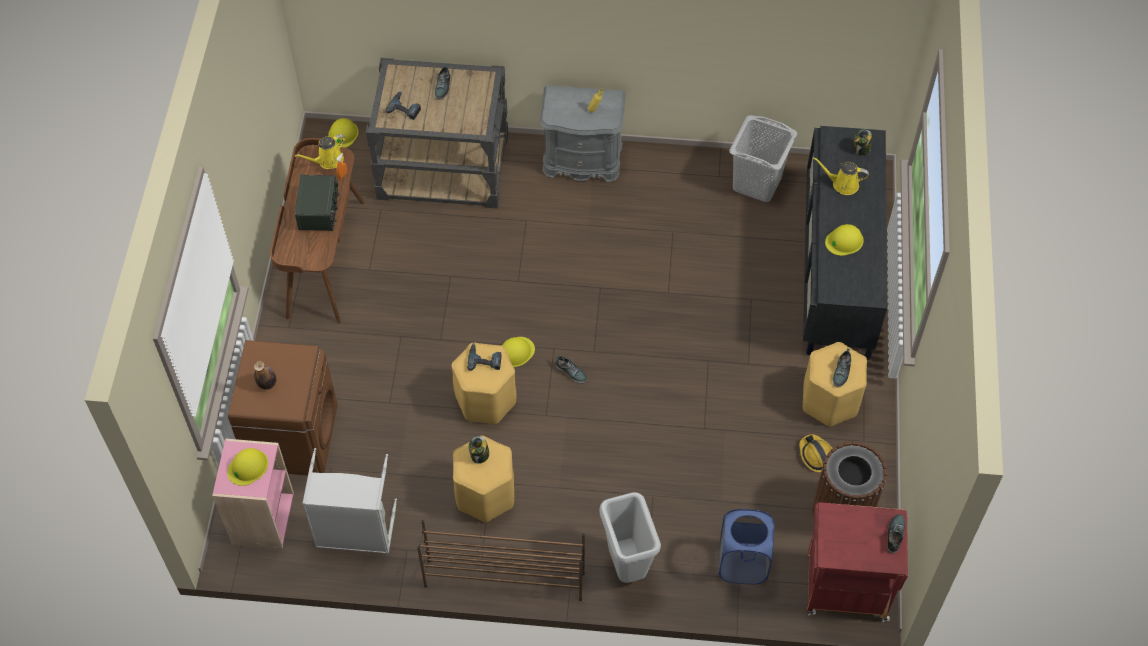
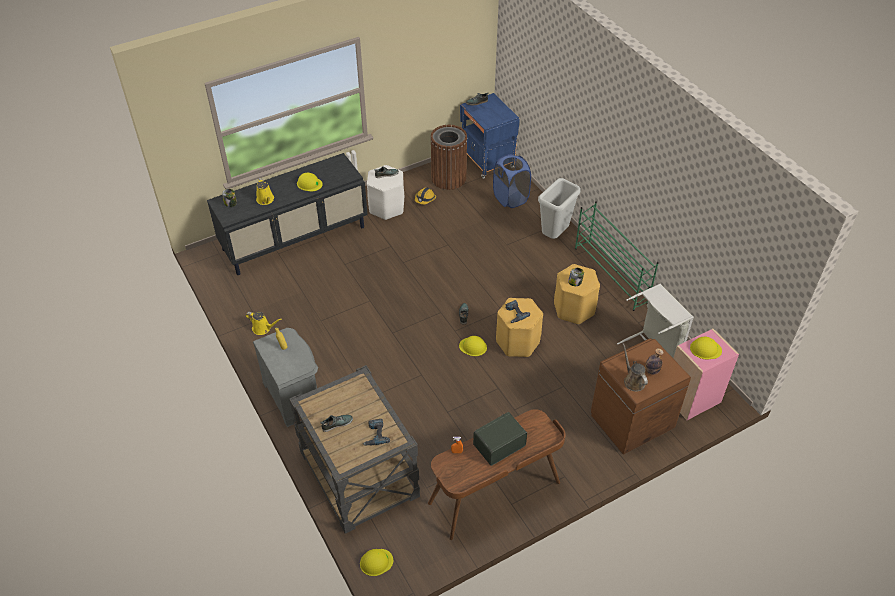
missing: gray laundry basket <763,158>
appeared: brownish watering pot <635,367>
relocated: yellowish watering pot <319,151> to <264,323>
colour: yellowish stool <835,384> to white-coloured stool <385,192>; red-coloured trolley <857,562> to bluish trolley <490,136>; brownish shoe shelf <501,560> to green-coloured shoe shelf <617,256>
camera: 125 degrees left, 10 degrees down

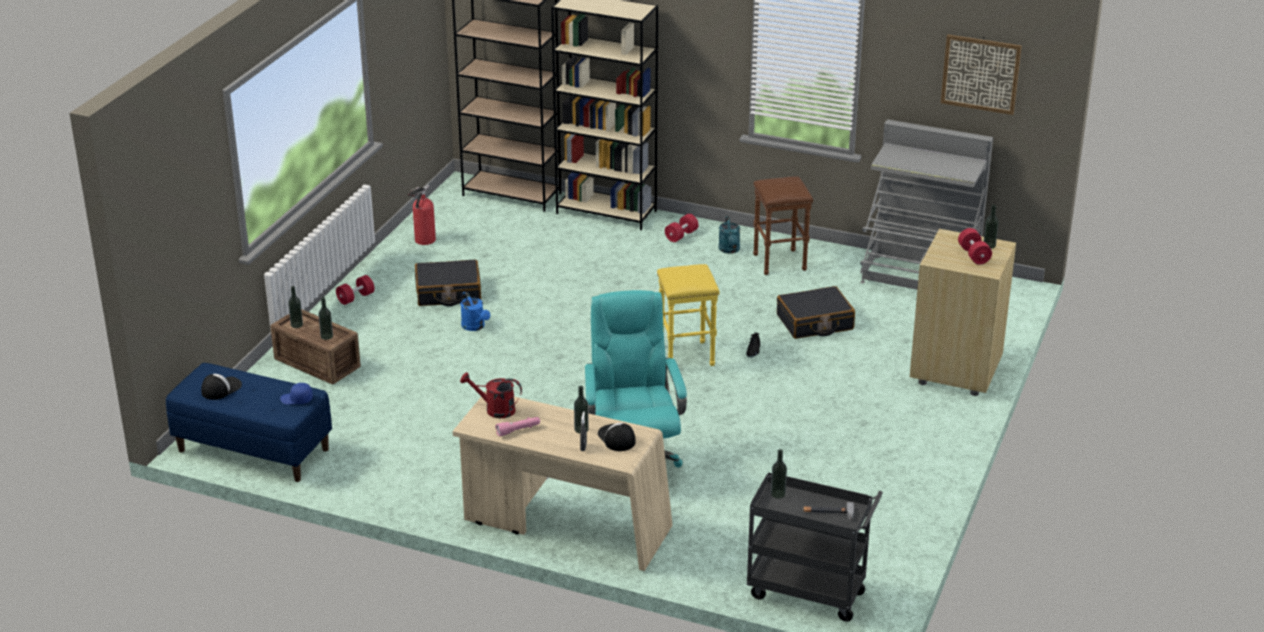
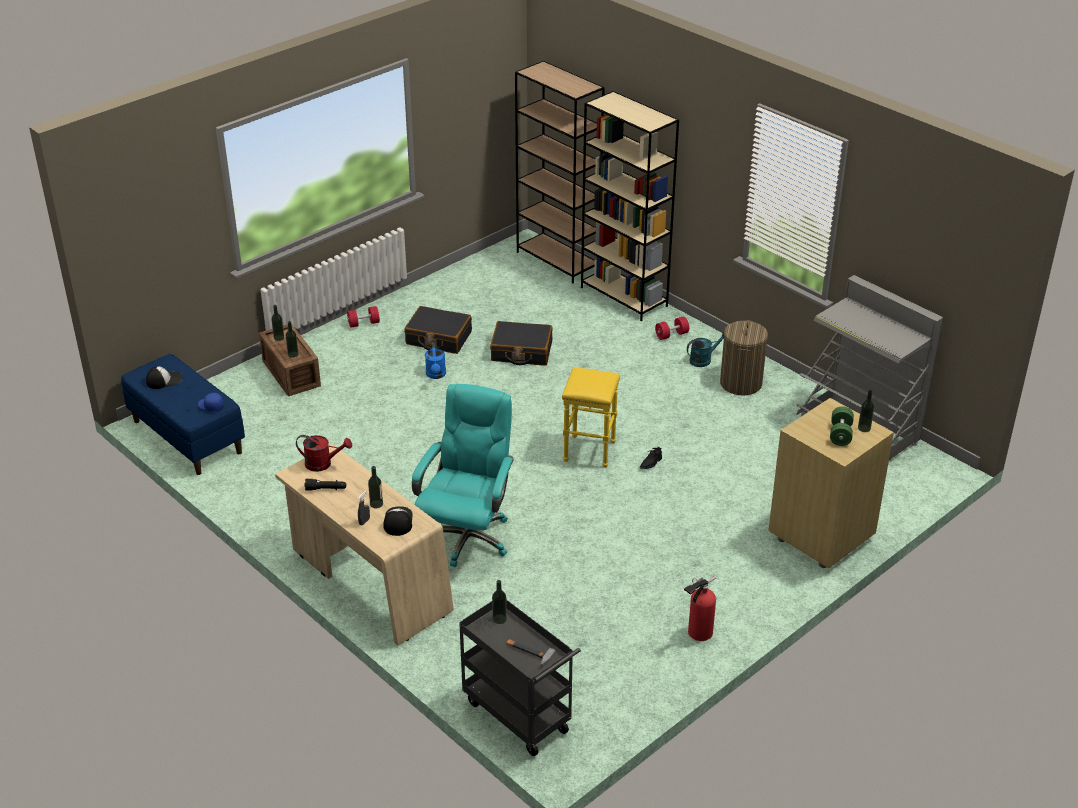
missing: picture <981,74>
relocated: black-coloured travel case <816,312> to <521,343>; extinguisher <422,215> to <700,608>
exchanged: brownish stool <783,225> to laundry basket <744,357>
colour: pinkish torch <517,426> to black-coloured torch <325,485>; red-coloured dumbbell <975,246> to green-coloured dumbbell <842,426>
spun: red-coloured watering pot <491,395> = <324,453> 150 degrees clockwise; blue-green watering pot <729,235> = <705,349> 135 degrees counterclockwise
camera: 25 degrees right, 5 degrees up

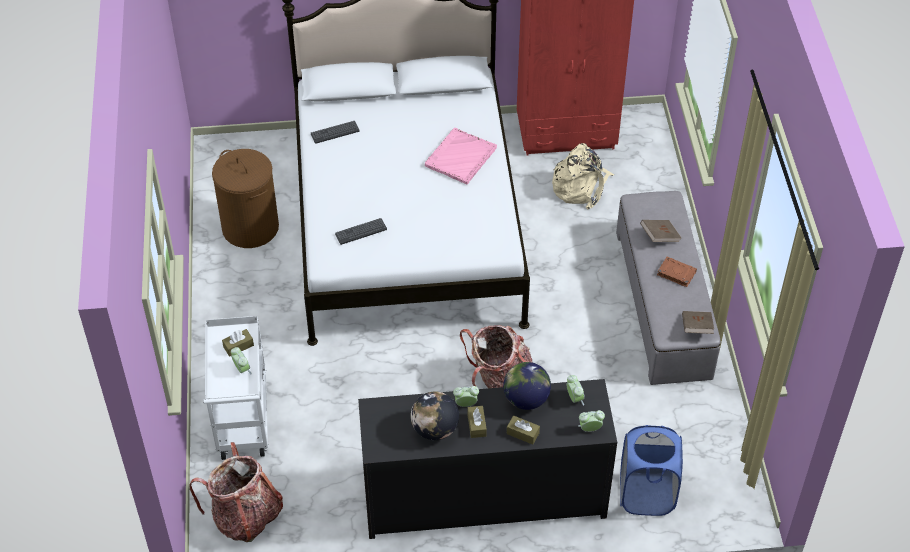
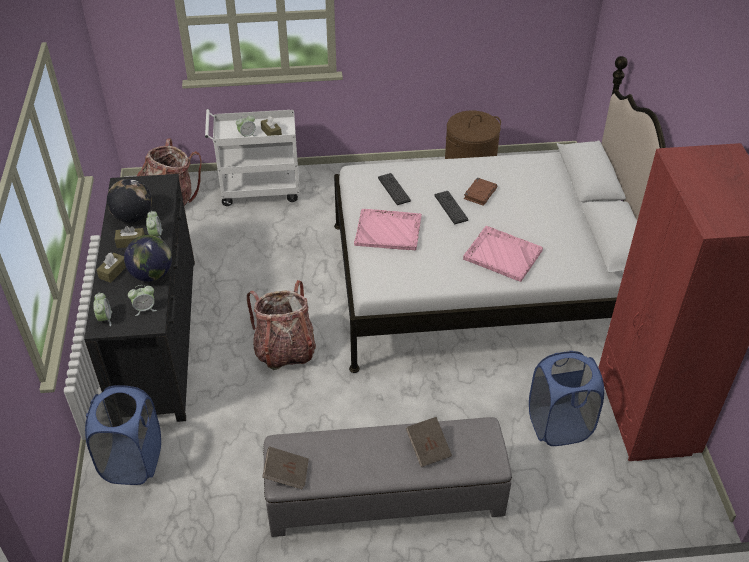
appeared: pinkish carrying tray <388,229>
relocated: PC keyboard <335,132> to <451,207>; brownish book <677,272> to <480,191>
exchanged: beige rucksack <583,176> to bluish laundry basket <566,398>
camera: 90 degrees right, 5 degrees down

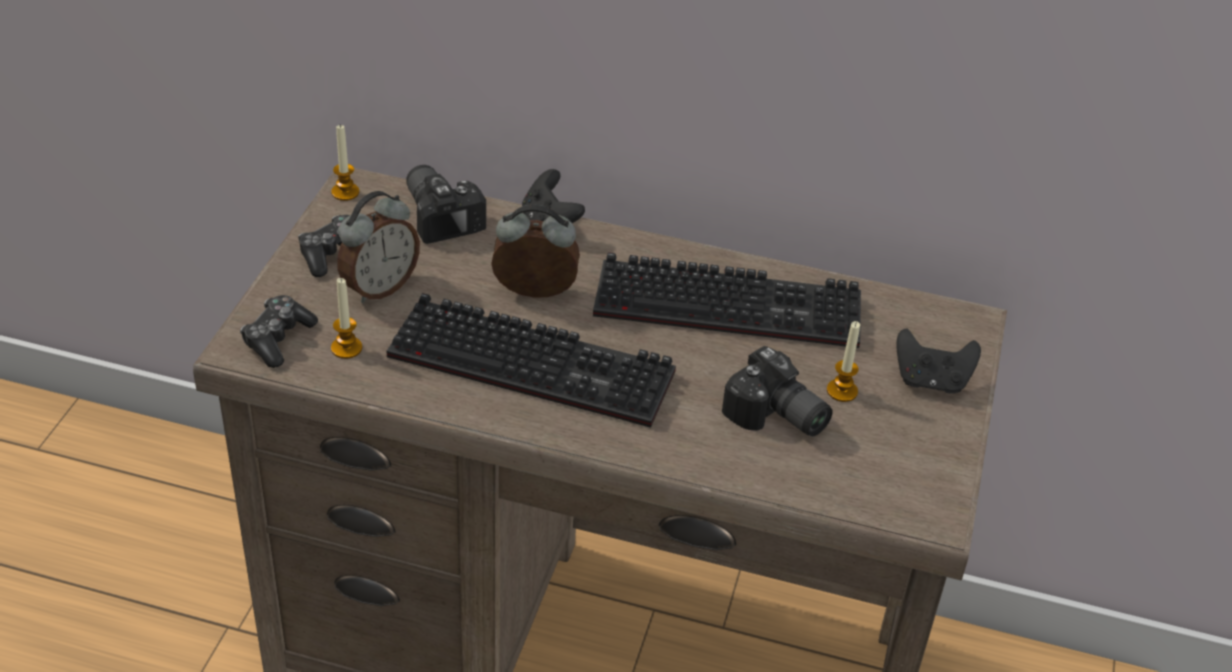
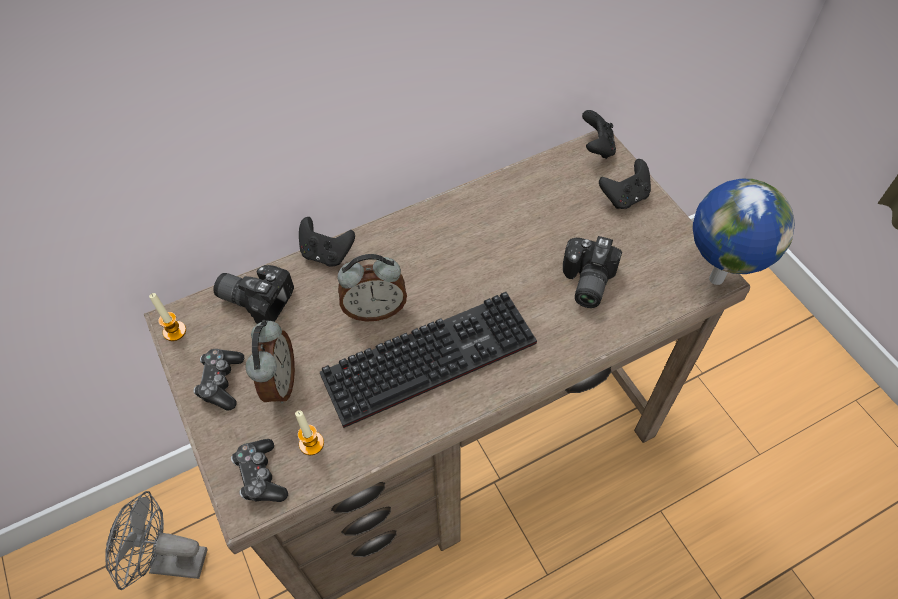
missing: PC keyboard <727,300>; candle <843,361>
appeared: gray electric fan <156,540>; black-coloured gamepad <599,134>; globe <744,232>
spun: table clock <535,251> = <372,287> 150 degrees counterclockwise; still camera <777,391> = <592,272> 105 degrees clockwise
camera: 40 degrees left, 15 degrees up

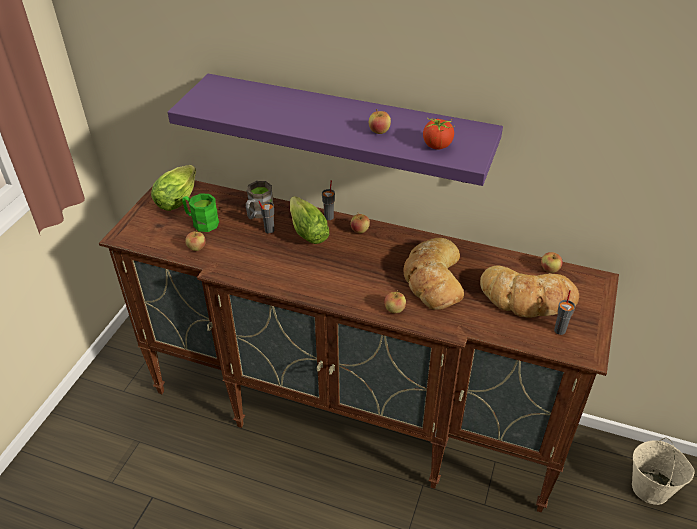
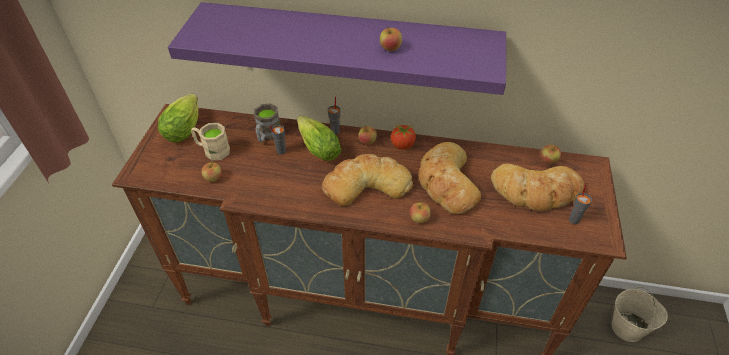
appeared: bakery bread <367,180>
relocated: tomato <439,134> to <404,136>
colour: green-coloured mug <200,212> to beige mug <210,141>
camera: 10 degrees left, 5 degrees up

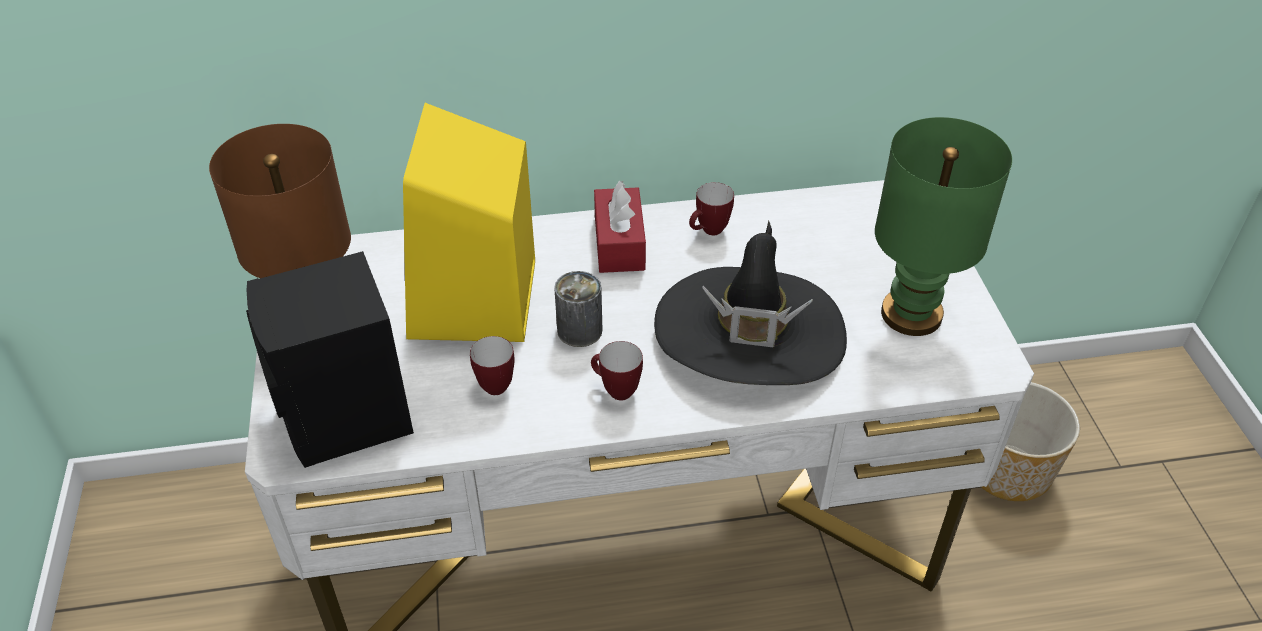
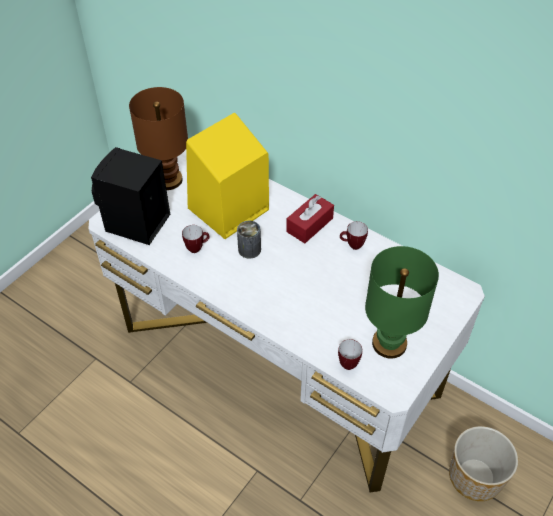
missing: black-coloured clothing hat <750,302>
relocated: mug <617,371> to <350,354>
camera: 45 degrees right, 5 degrees up

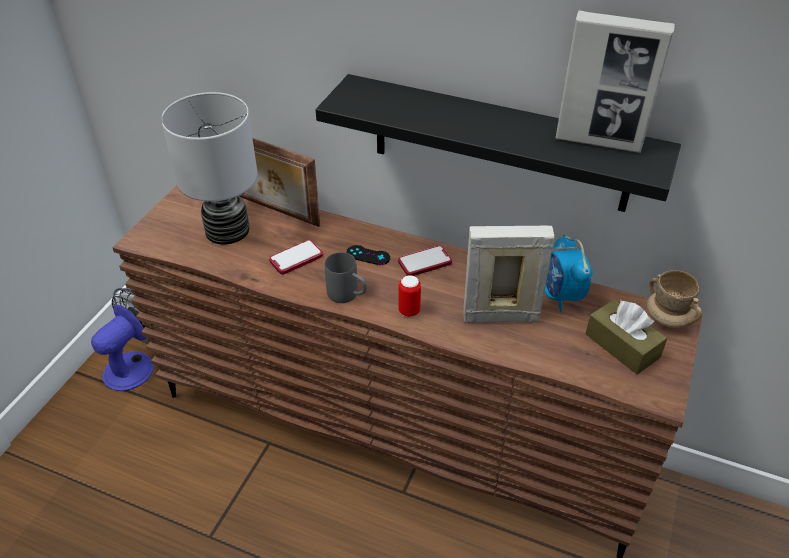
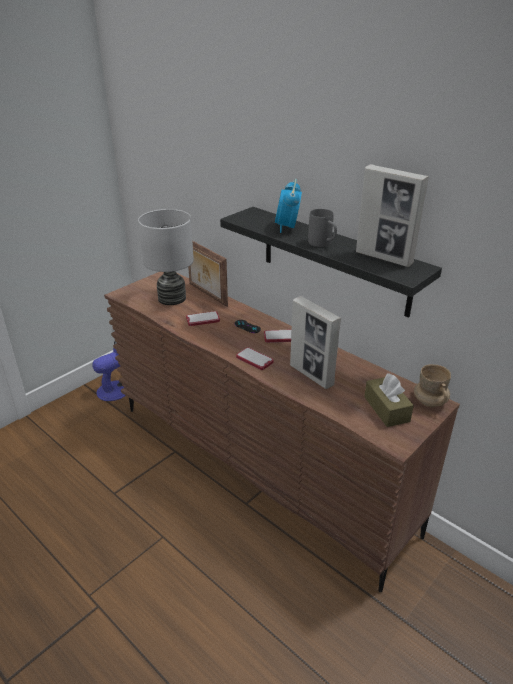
relocated: table clock <568,273> to <288,206>; gray mug <346,277> to <322,228>
exchanged: can <409,296> to telephone <255,358>
spun: picture frame <509,274> = <315,342> 150 degrees counterclockwise
camera: 20 degrees right, 10 degrees down

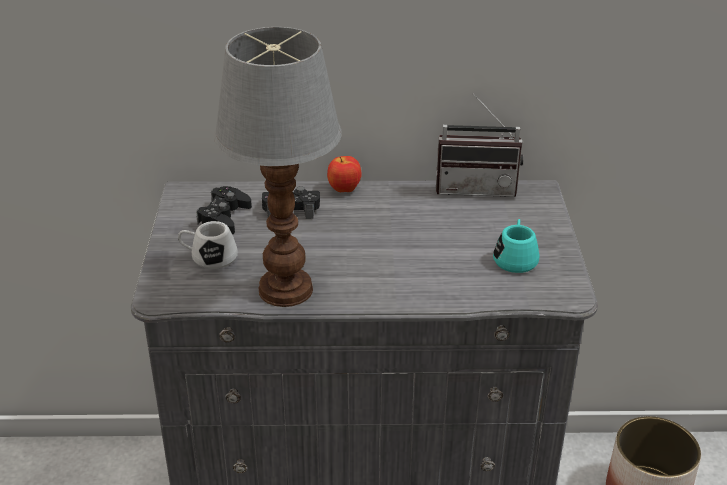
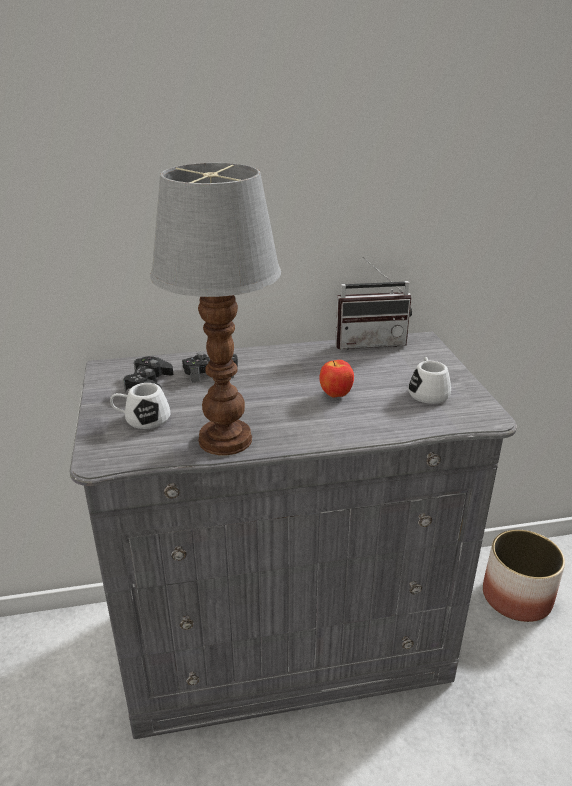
relocated: whole apple <344,174> to <336,379>
colour: blue-green mug <516,246> to white-coloured mug <429,380>
camera: 10 degrees left, 5 degrees down

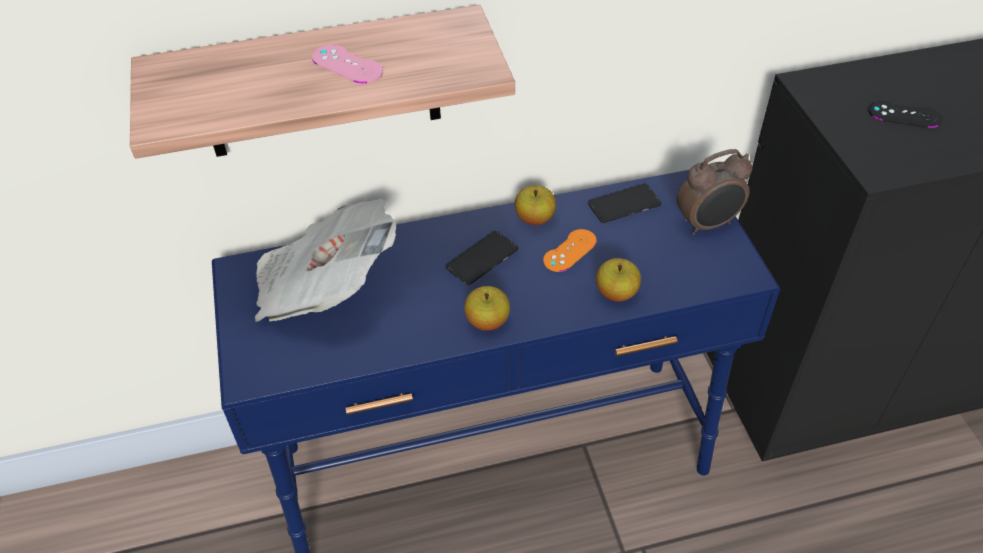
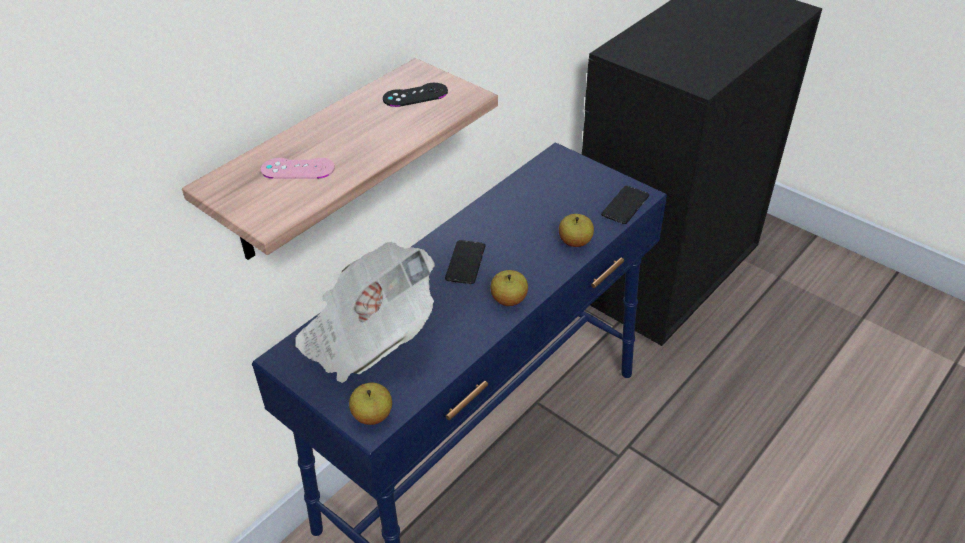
missing: orange gamepad <570,250>; table clock <714,192>
relocated: pinkish gamepad <347,64> to <298,168>; whole apple <535,205> to <370,404>; black-coloured gamepad <905,114> to <415,95>; telephone <624,203> to <625,205>
camera: 35 degrees left, 5 degrees down

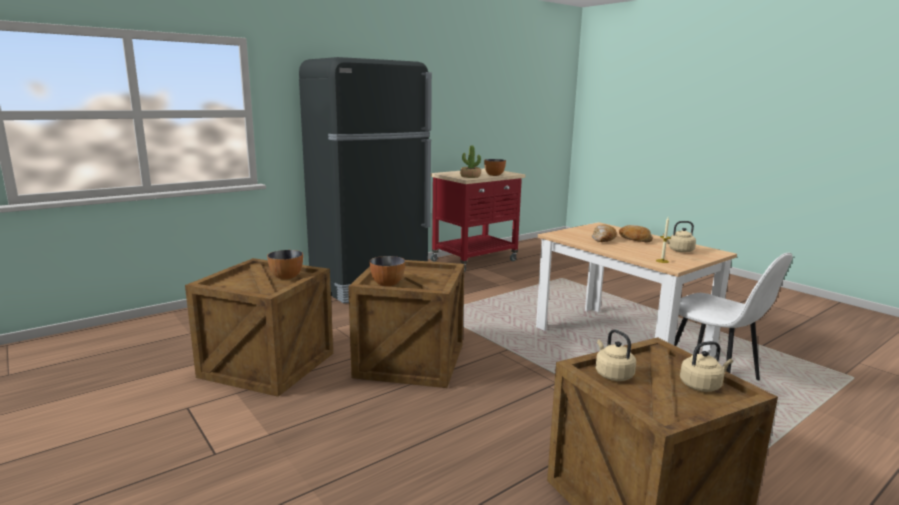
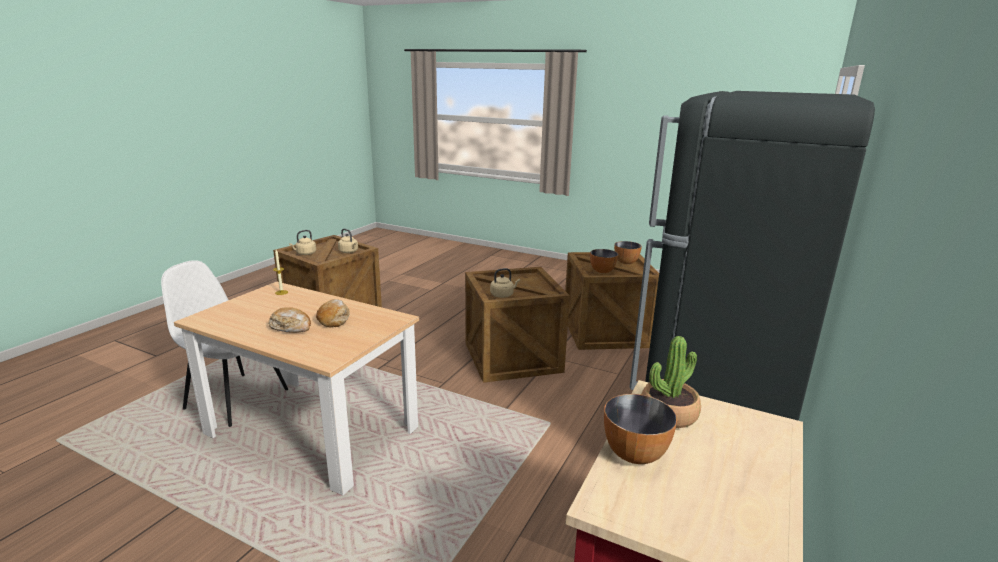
relocated: beige tea kettle <679,237> to <505,283>; serving bowl <387,271> to <628,252>
camera: 155 degrees right, 5 degrees up

